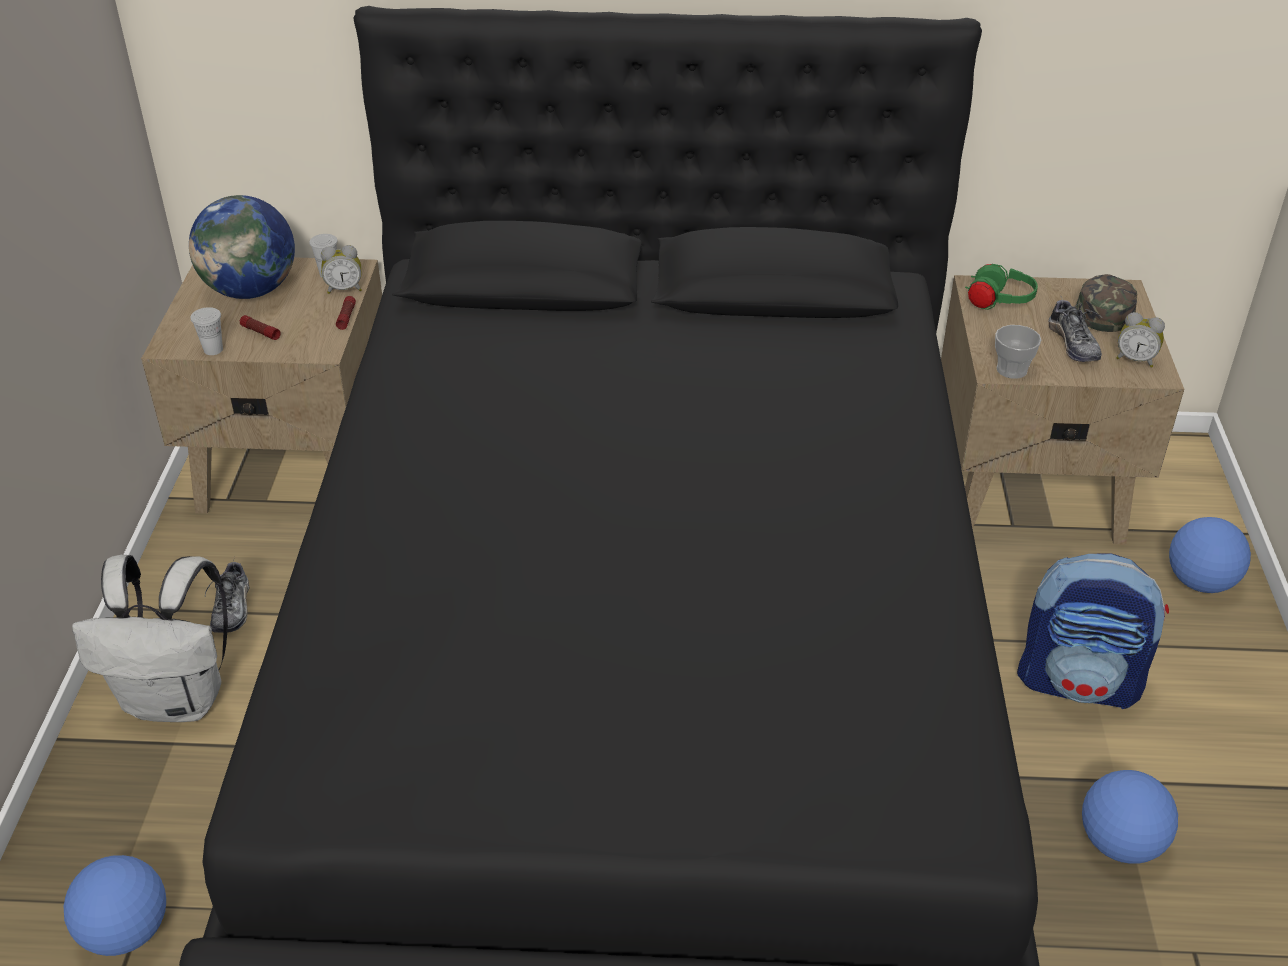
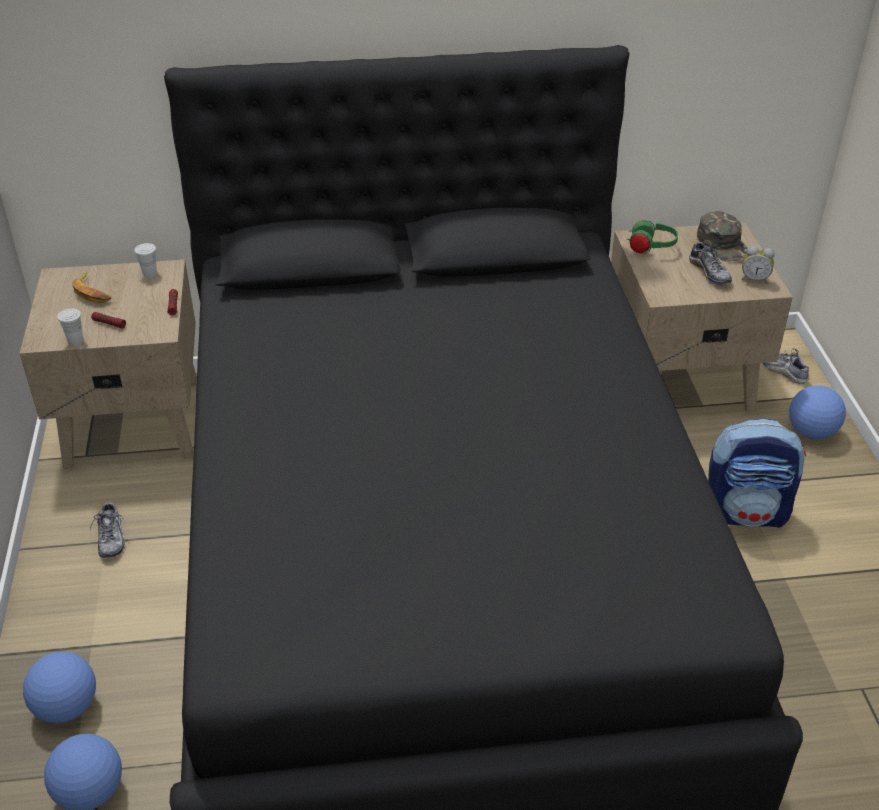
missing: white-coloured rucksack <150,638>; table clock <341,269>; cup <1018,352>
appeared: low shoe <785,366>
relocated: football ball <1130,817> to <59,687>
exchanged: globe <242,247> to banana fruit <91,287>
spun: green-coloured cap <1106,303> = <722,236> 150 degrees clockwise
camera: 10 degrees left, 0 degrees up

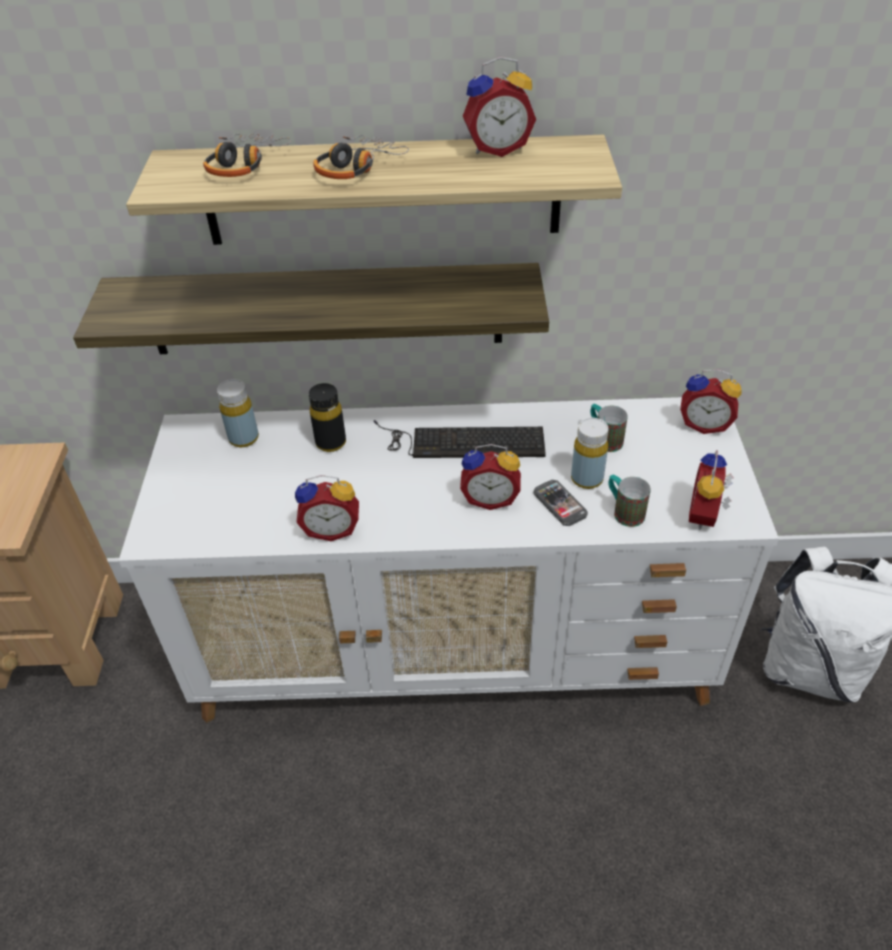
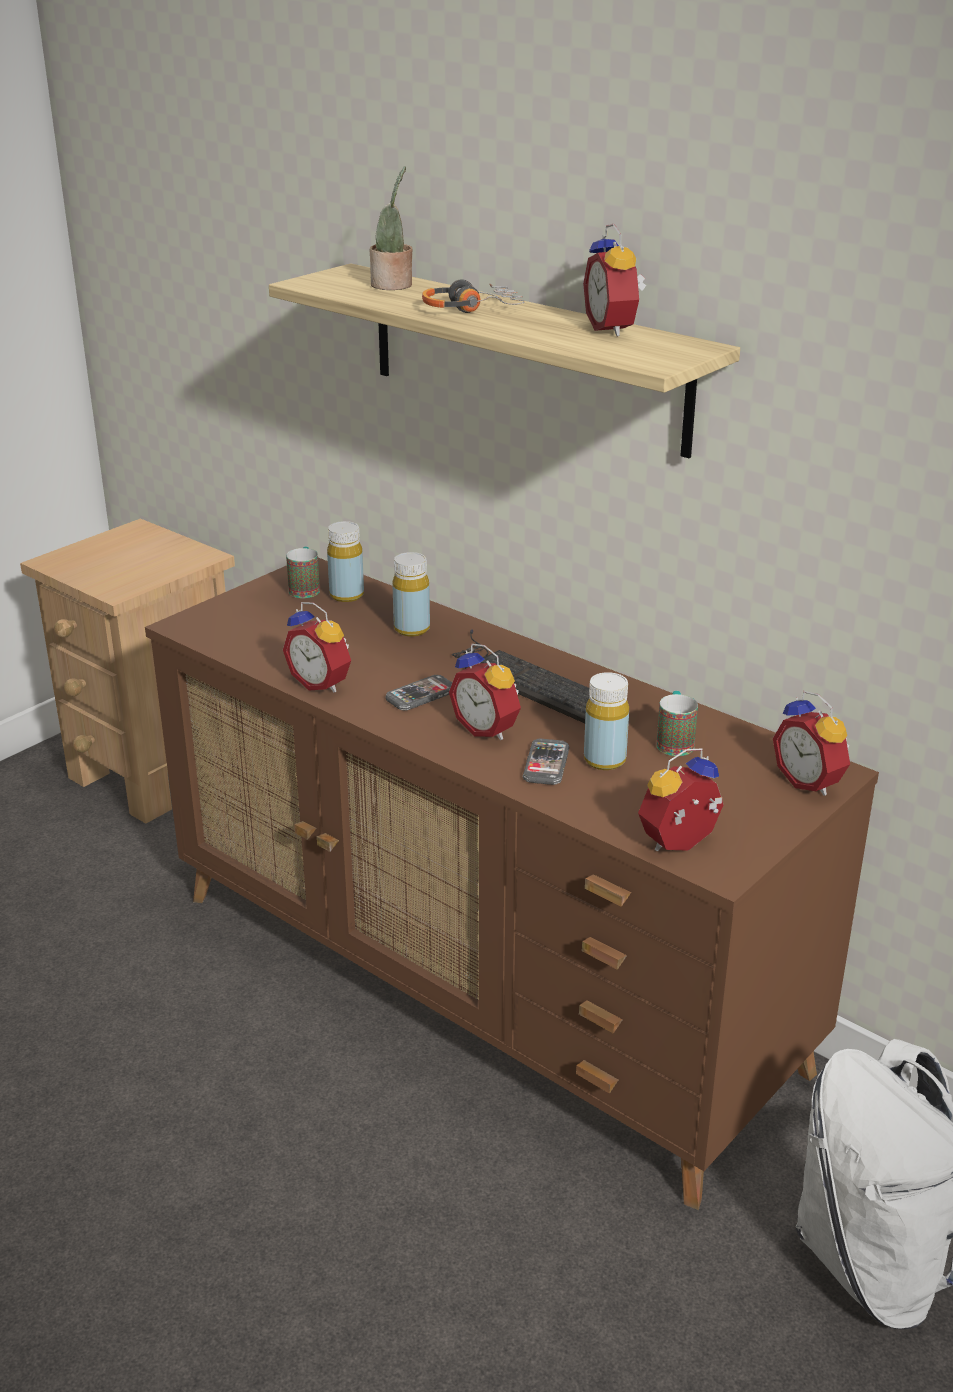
missing: shelf <311,308>
appeared: telephone <418,693>
relocated: mug <629,501> to <303,572>
exchanged: pair of headphones <247,155> to plant in a pot <391,228>
colour: white-coloured dresser <449,560> to brownish dresser <512,884>; black-coloured beverage bottle <327,417> to yellowish beverage bottle <411,594>
spun: table clock <499,107> = <614,280> 45 degrees clockwise
camera: 40 degrees right, 15 degrees down

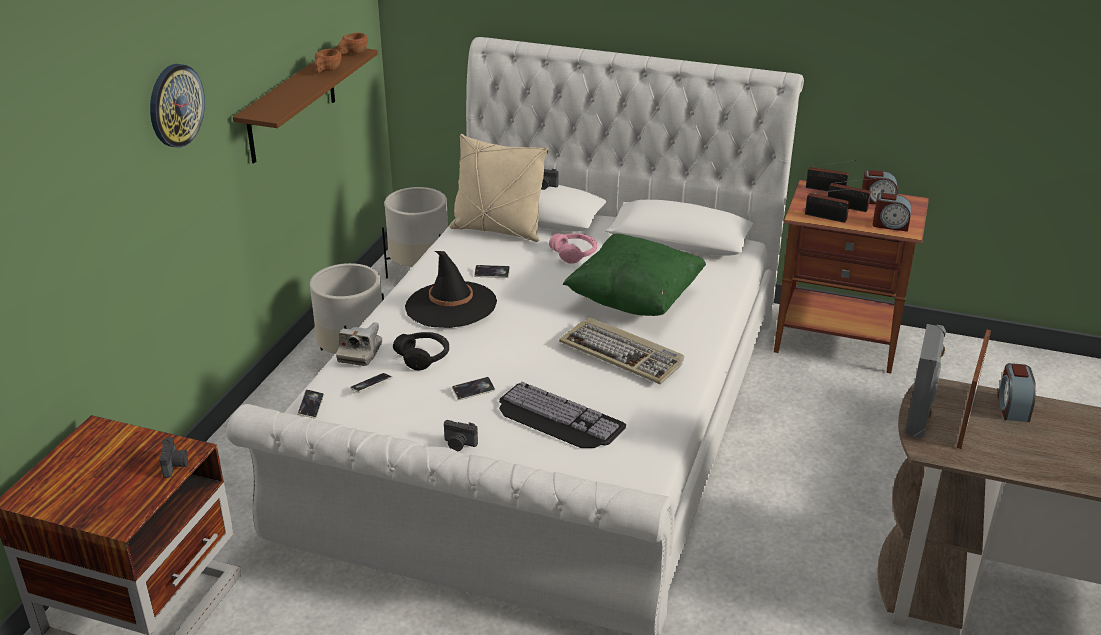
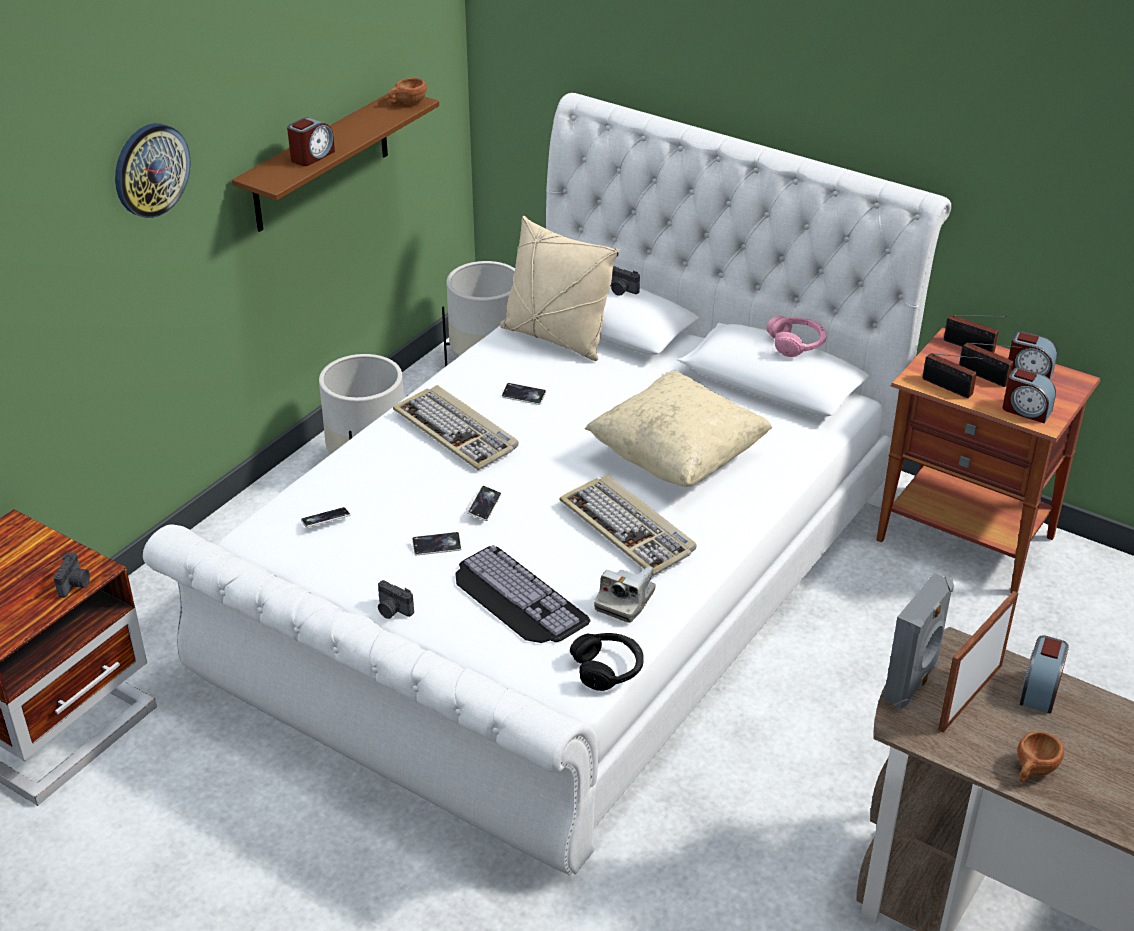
appeared: table clock <311,142>
relocated: telephone <310,404> to <484,503>; black-coloured pair of headphones <421,351> to <607,662>; still camera <359,344> to <625,594>; pinkish pair of headphones <573,248> to <796,336>; brownish cup <328,61> to <1040,757>
exchanged: black-coloured clothing hat <451,289> to PC keyboard <455,427>
colour: green-coloured pillow <634,274> to beige pillow <678,428>
camera: 15 degrees right, 5 degrees up

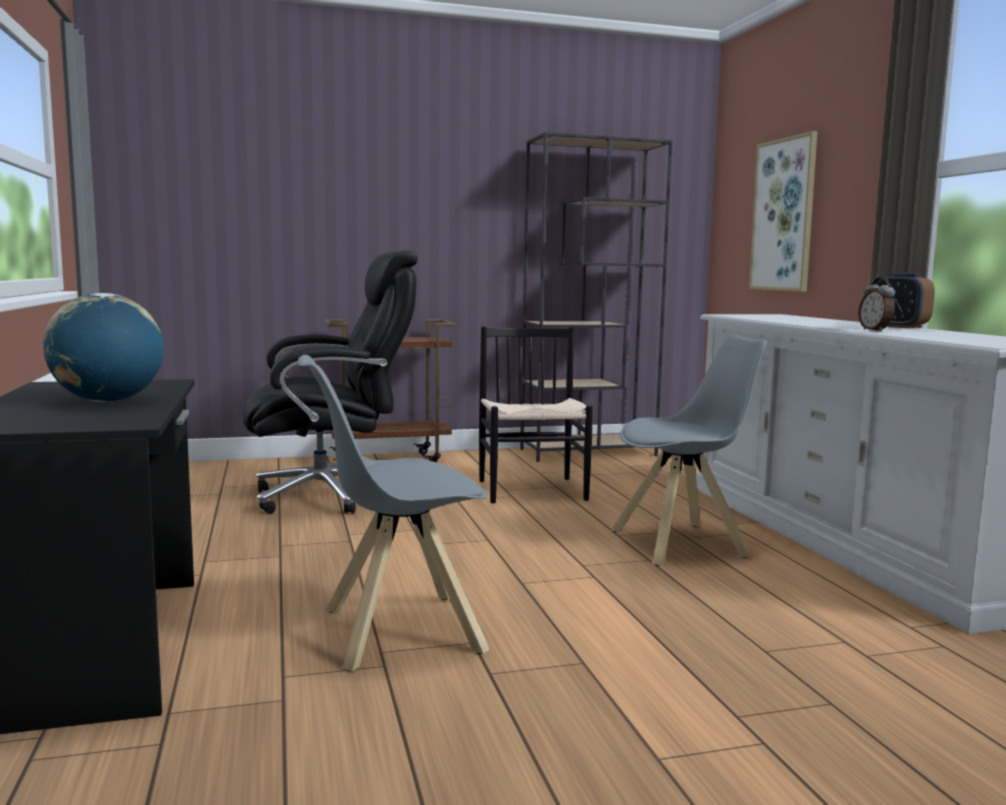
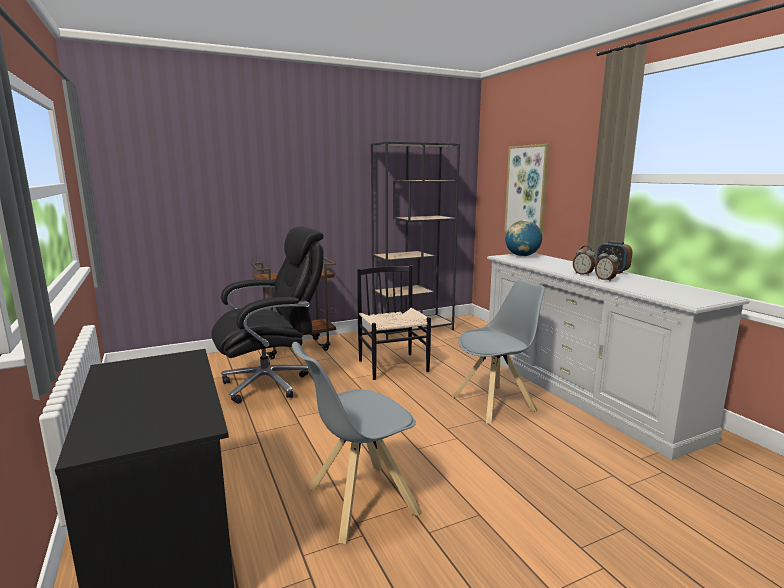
appeared: table clock <584,261>
relocated: globe <103,347> to <523,238>
camera: 10 degrees left, 5 degrees up

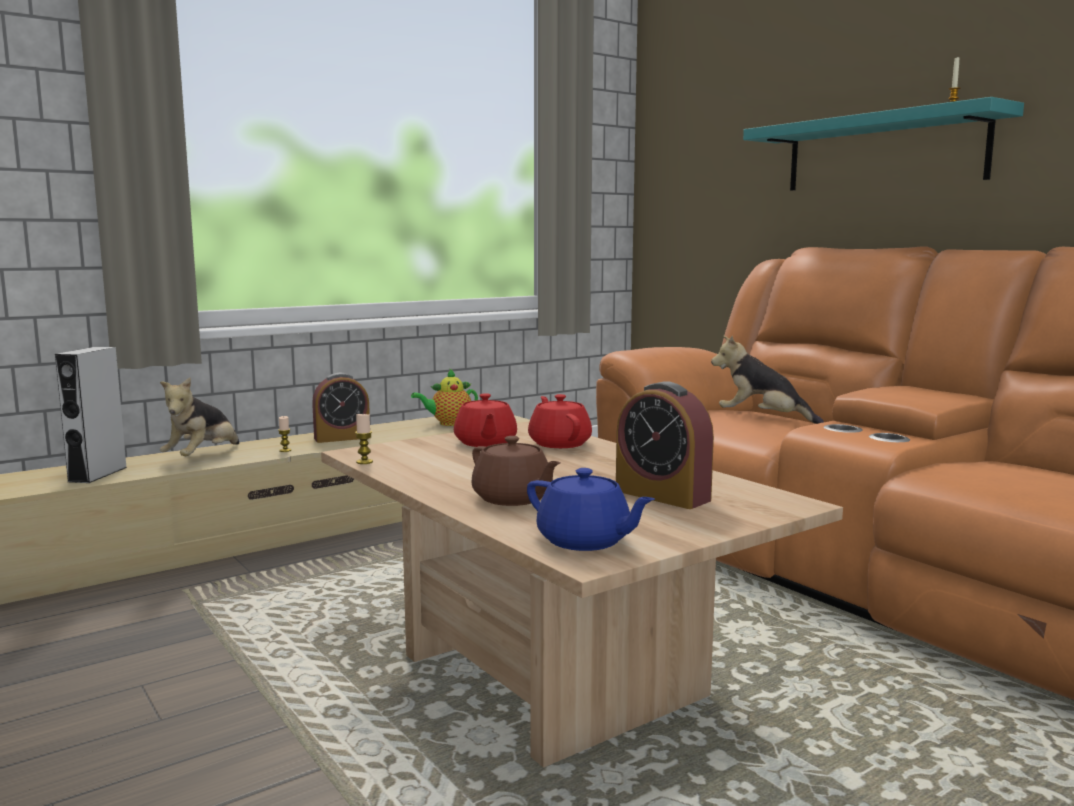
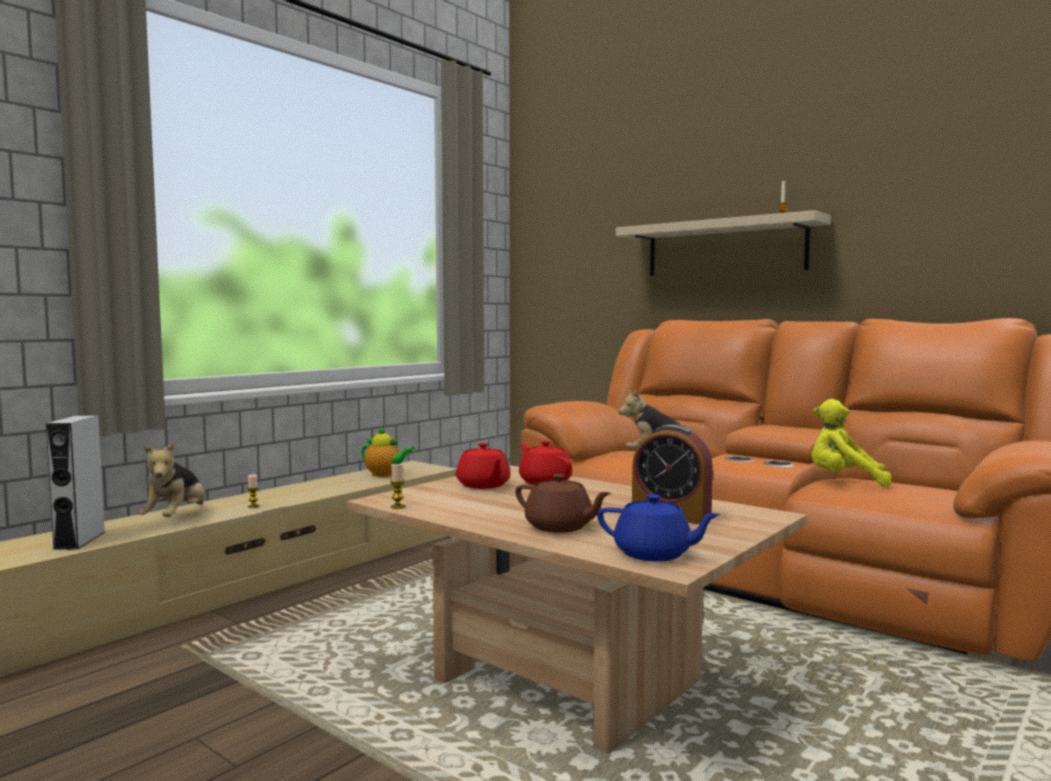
missing: table clock <341,408>
appeared: yellowish cuddly toy <851,443>
colour: blue-green shelf <883,144> to beige shelf <723,243>
spun: pot for tea <444,397> = <388,451> 120 degrees counterclockwise
camera: 15 degrees left, 5 degrees down

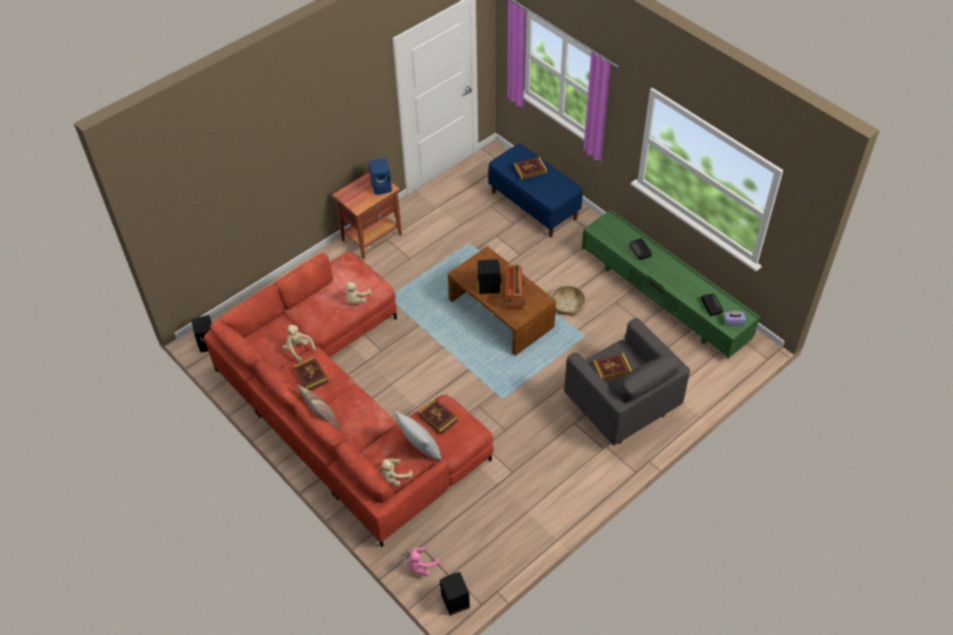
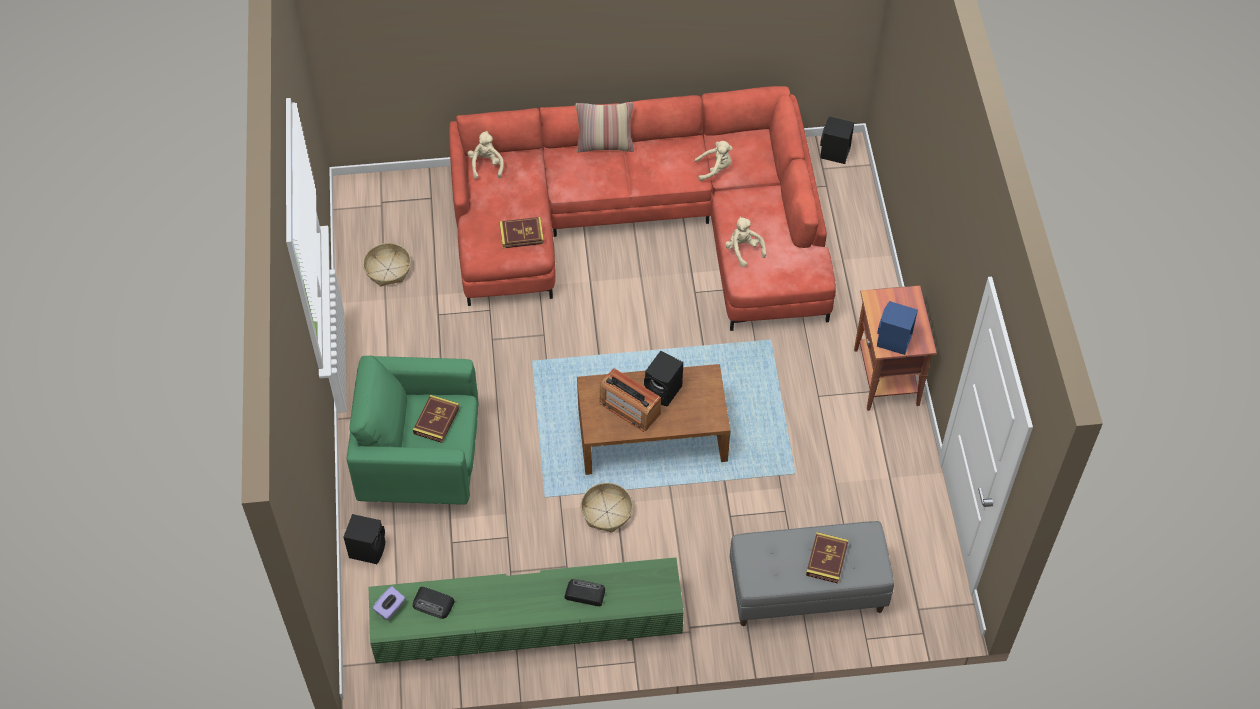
missing: book <311,374>; gray pillow <418,436>; pinkish cuddly toy <424,561>
appeared: basket <387,265>
relocated: black-coloured loudspeaker <455,594> to <364,539>
colour: gray easy chair <627,381> to green-coloured easy chair <412,430>; bluish indoor bench <535,190> to gray indoor bench <812,573>
camera: 125 degrees right, 5 degrees up

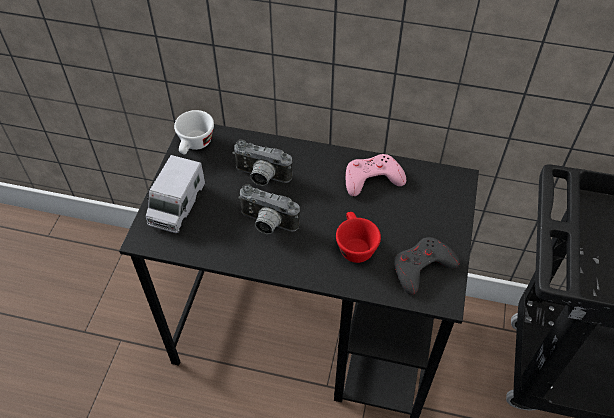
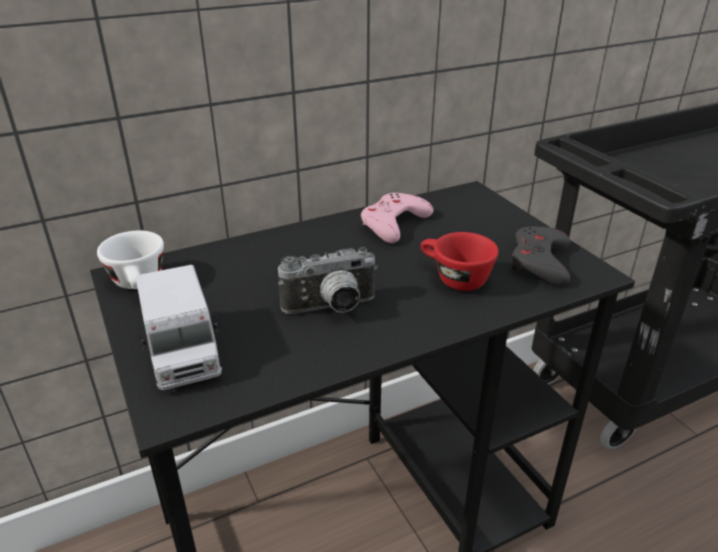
missing: still camera <263,163>
camera: 40 degrees left, 20 degrees down

